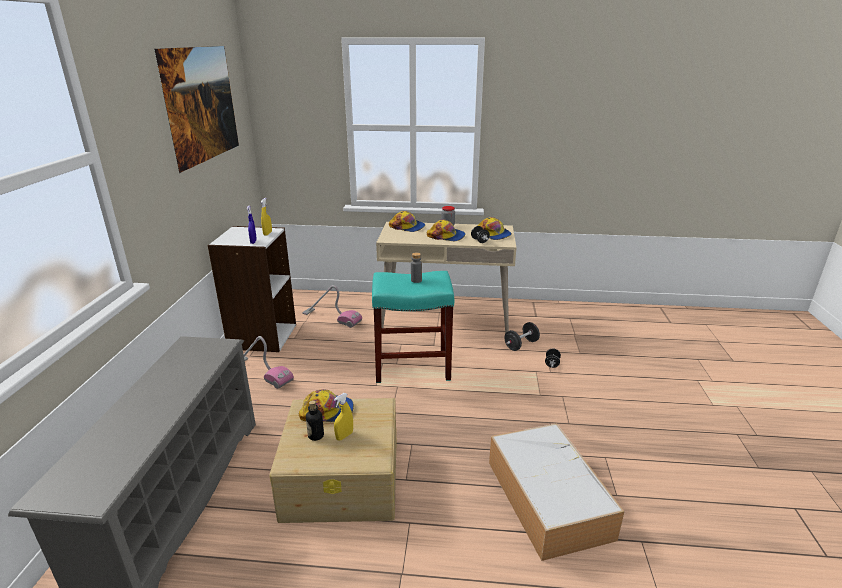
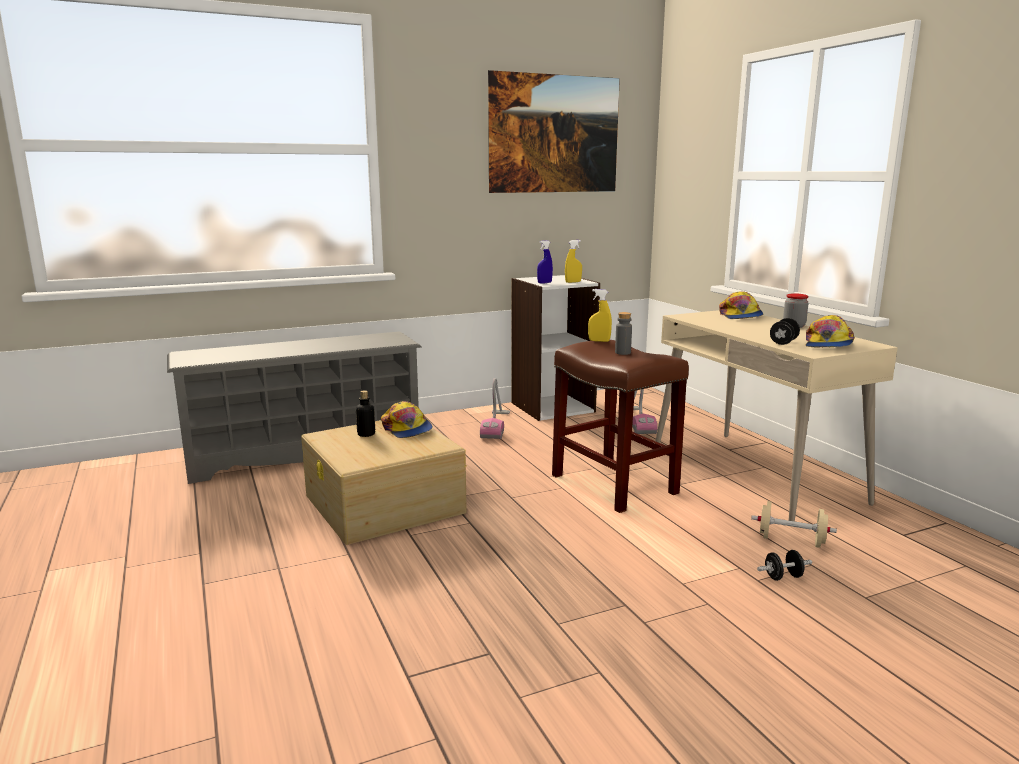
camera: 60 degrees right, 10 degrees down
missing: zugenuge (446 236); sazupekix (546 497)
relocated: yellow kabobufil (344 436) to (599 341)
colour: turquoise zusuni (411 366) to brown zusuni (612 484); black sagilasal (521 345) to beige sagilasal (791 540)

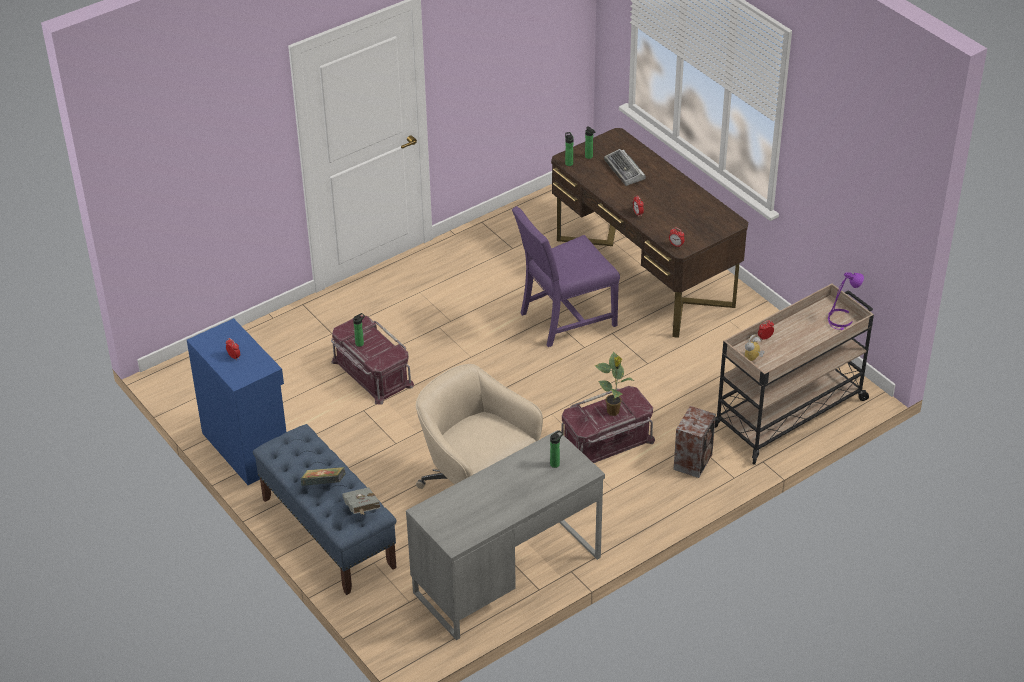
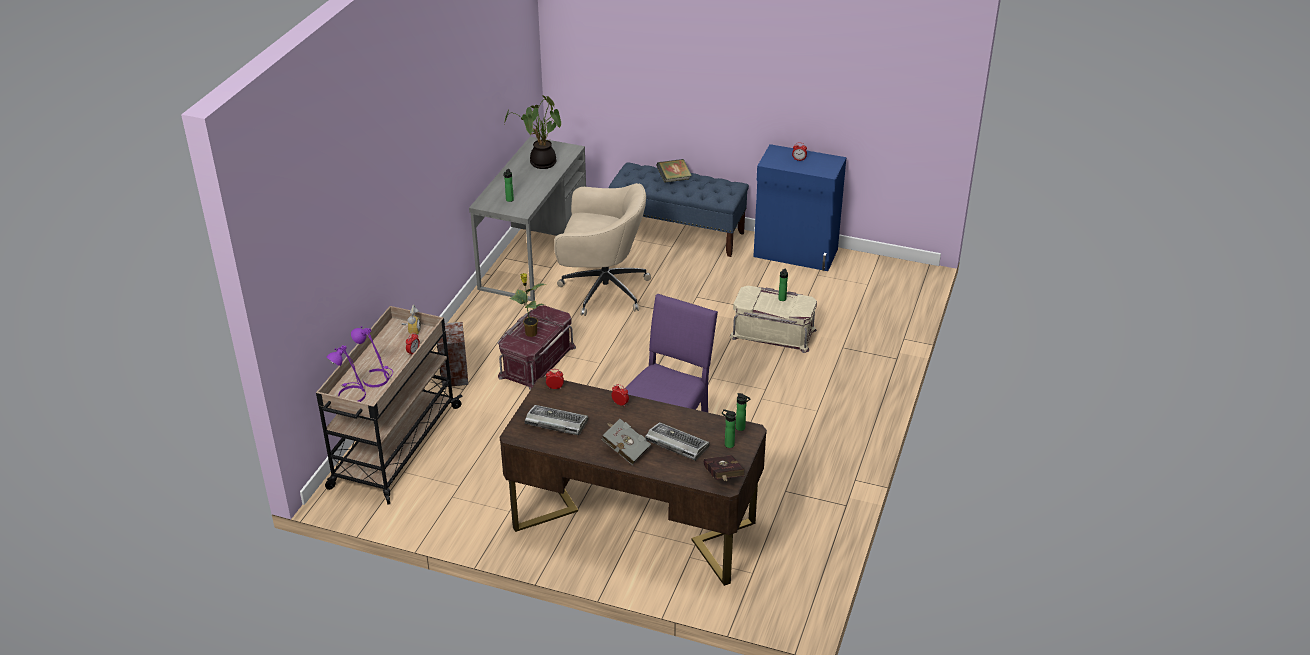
camera: 145 degrees right, 5 degrees down
appeared: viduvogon (540 163); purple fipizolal (376 377); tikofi (555 423); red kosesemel (723 478)
relocated: grey kosesemel (362 510) to (624 449)
colour: red sazupekix (371 373) to beige sazupekix (773 332)

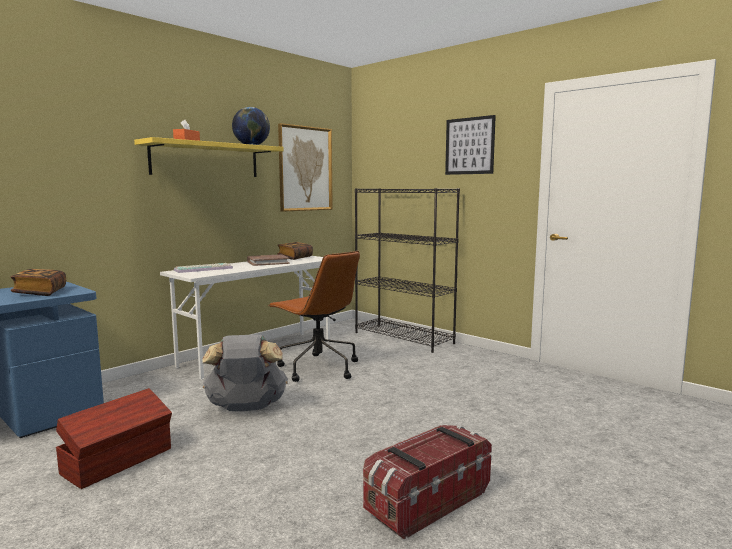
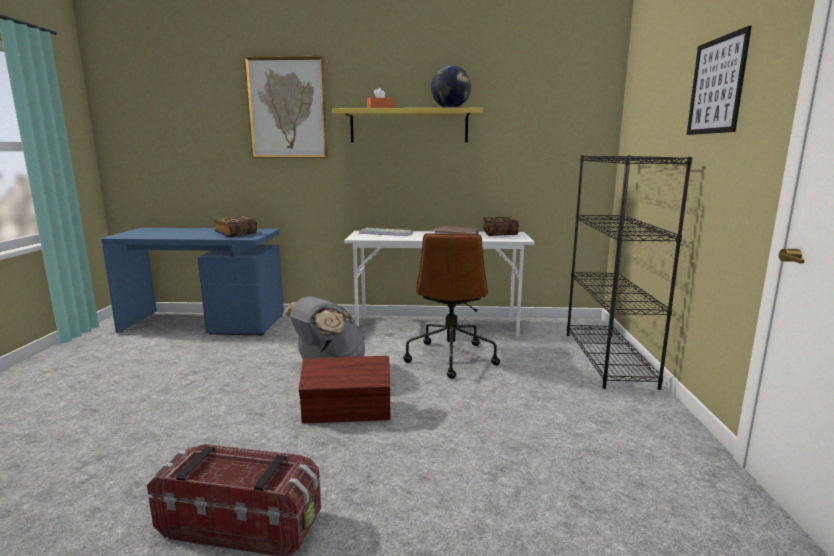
camera: 50 degrees right, 5 degrees up
relocated: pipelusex (305 169) to (287 108); brown sazupekix (119 461) to (348 412)

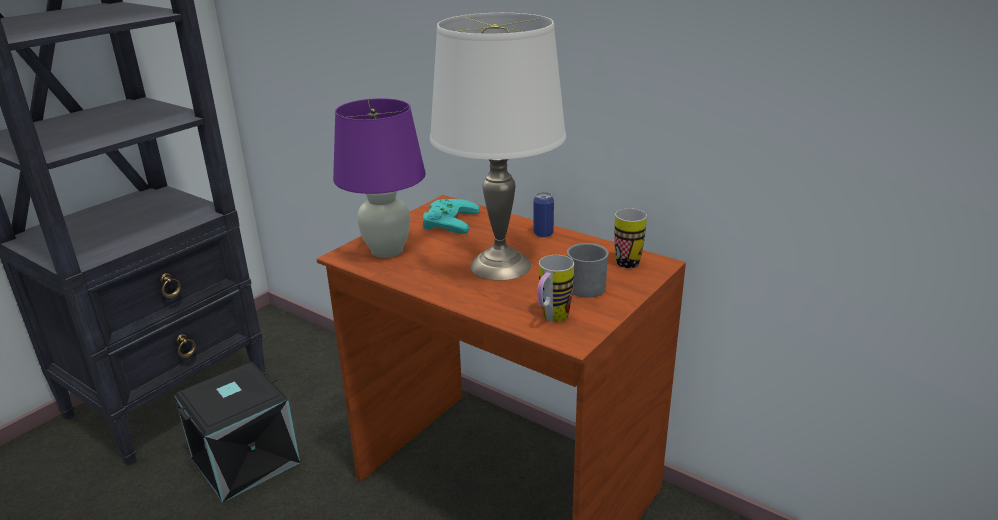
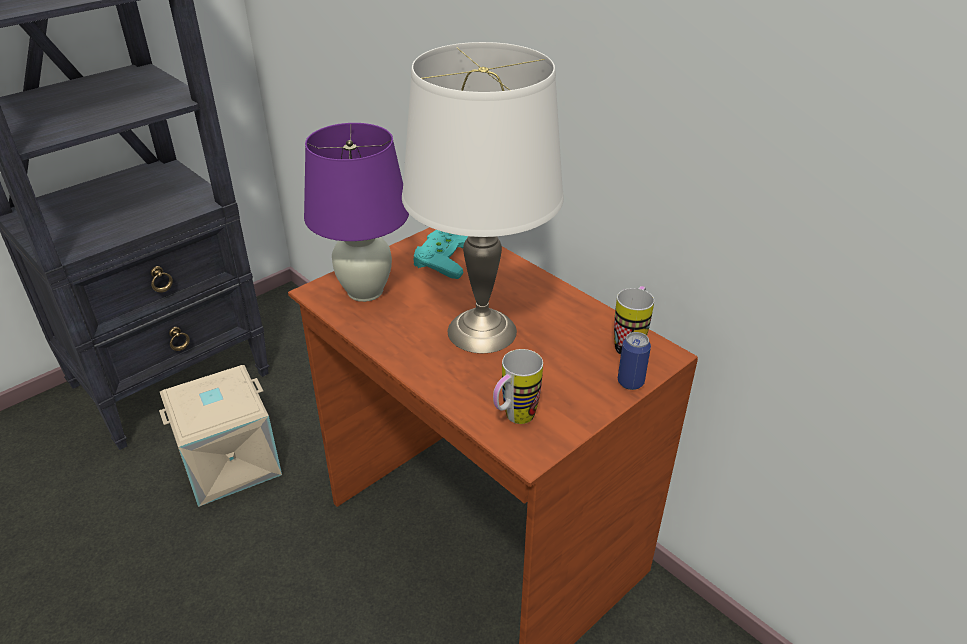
camera: 10 degrees right, 10 degrees up
missing: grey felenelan (586 284)
relocated: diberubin (543 233) to (630 382)
colour: black sazupekix (245 461) to beige sazupekix (229 464)

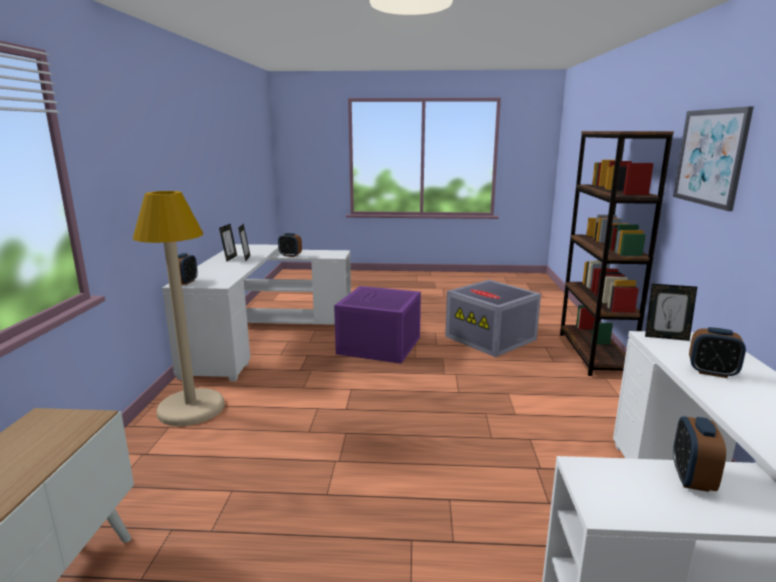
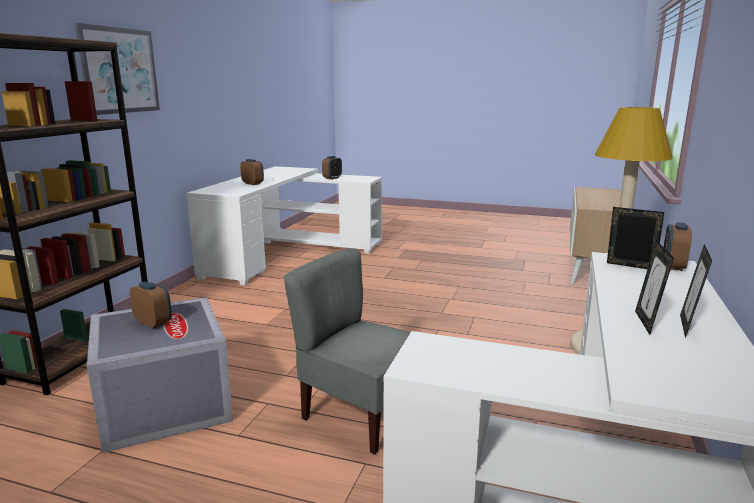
camera: 165 degrees left, 0 degrees up
relocated: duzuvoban (290 255) to (153 323); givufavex (666 337) to (630 267)
exchanged: purple sazupekix (380 346) to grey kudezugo (362 414)

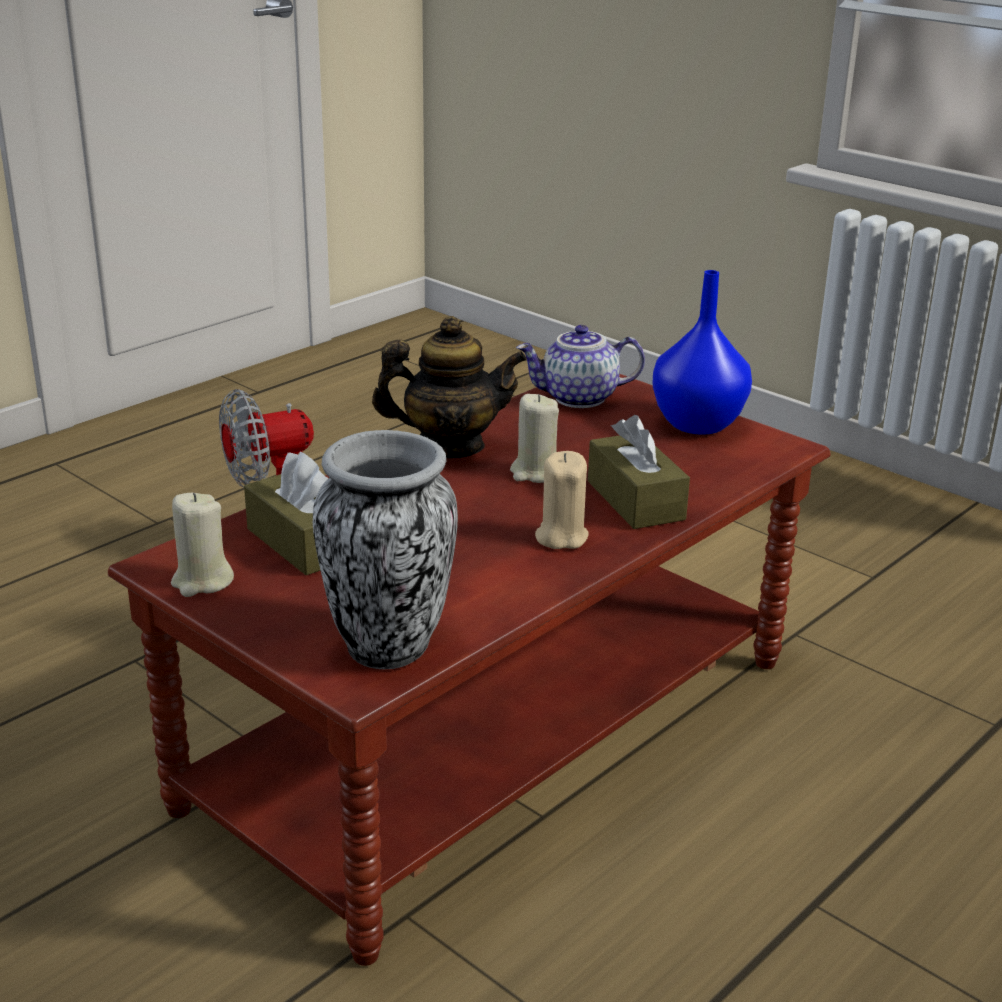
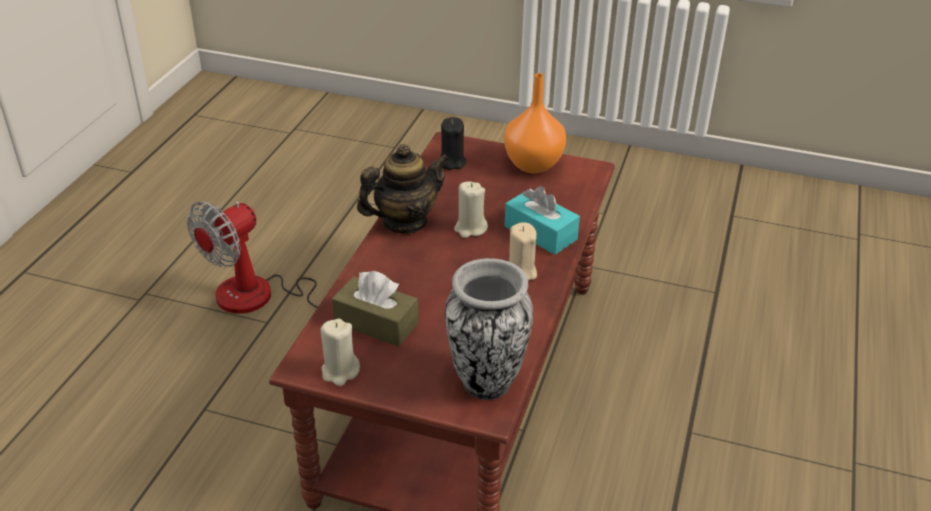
camera: 25 degrees left, 10 degrees up
exchanged: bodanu (578 398) to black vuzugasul (451 162)
colour: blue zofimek (697 425) to orange zofimek (533 165); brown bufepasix (635 500) to turquoise bufepasix (540 233)

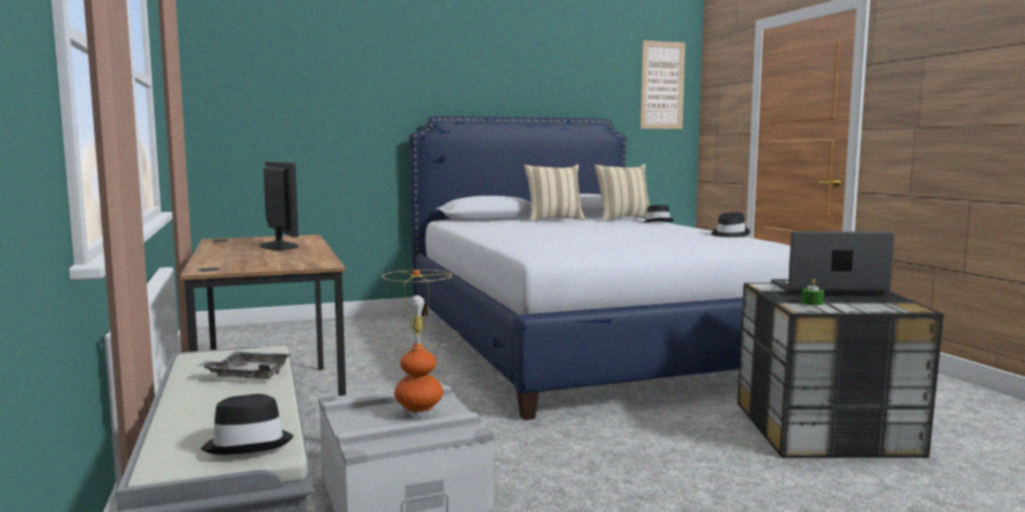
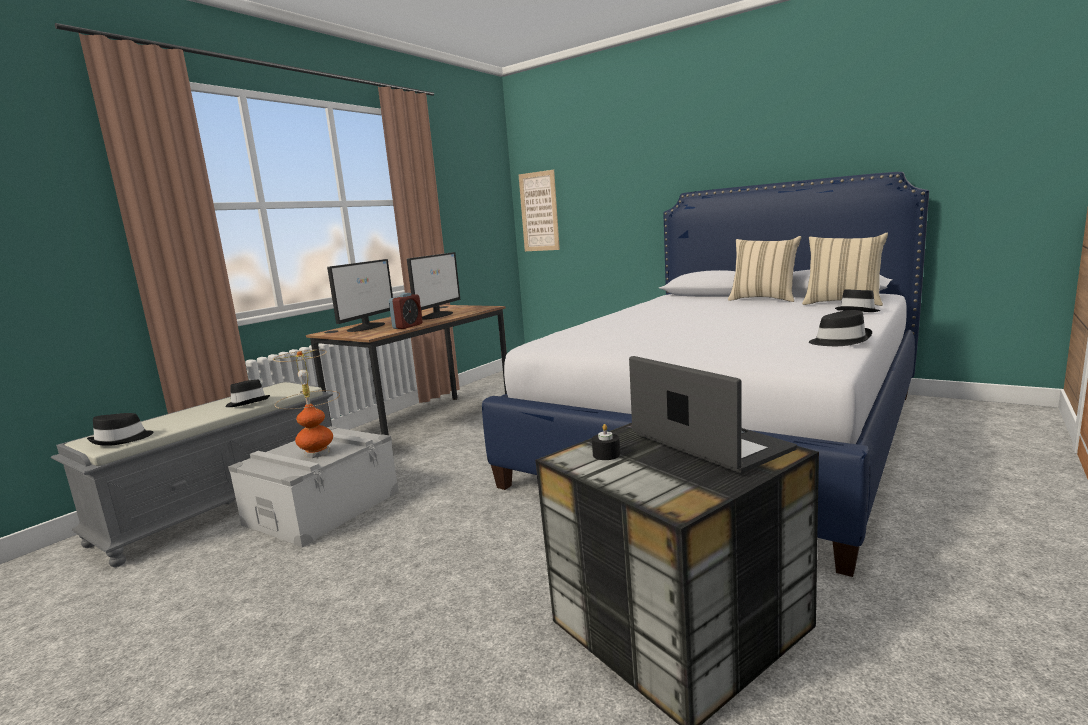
camera: 55 degrees right, 5 degrees up
appeared: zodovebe (367 327); duzuvoban (407 326)
relocated: pipelusex (662 85) to (539 211)
exchanged: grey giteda (248 375) to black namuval (248 402)
colour: green vuzugasul (812 303) to black vuzugasul (606 454)

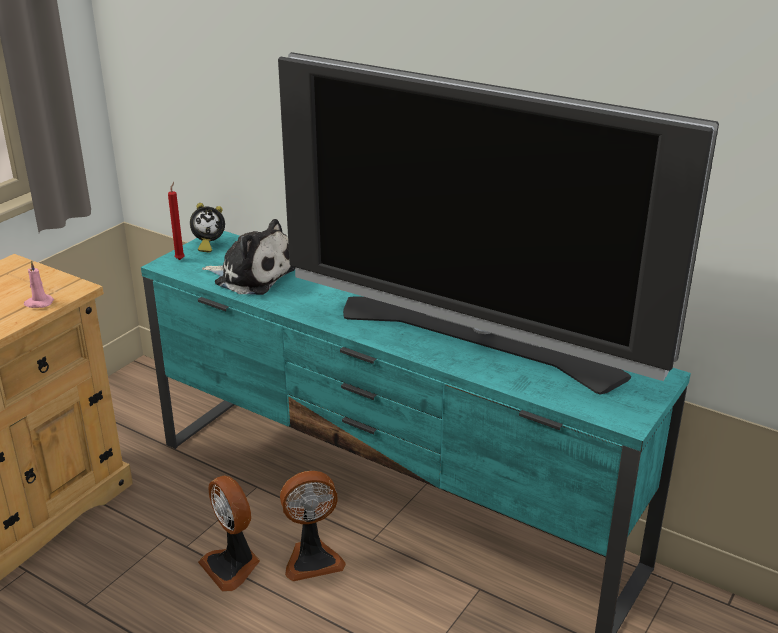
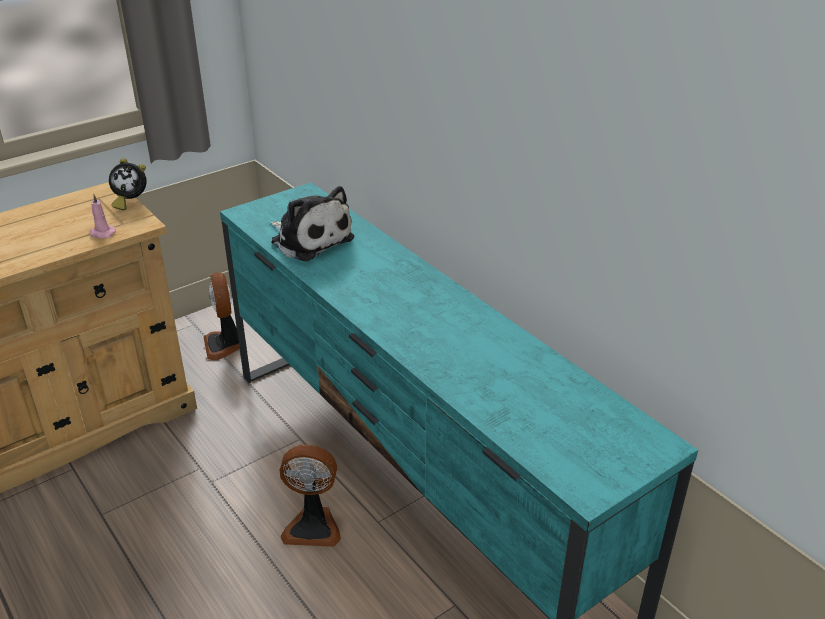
camera: 20 degrees right, 5 degrees up
missing: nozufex (477 341); red vuzugasul (180 259)
relocated: duzuvoban (208 245) to (130 202); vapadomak (232 566) to (225 345)

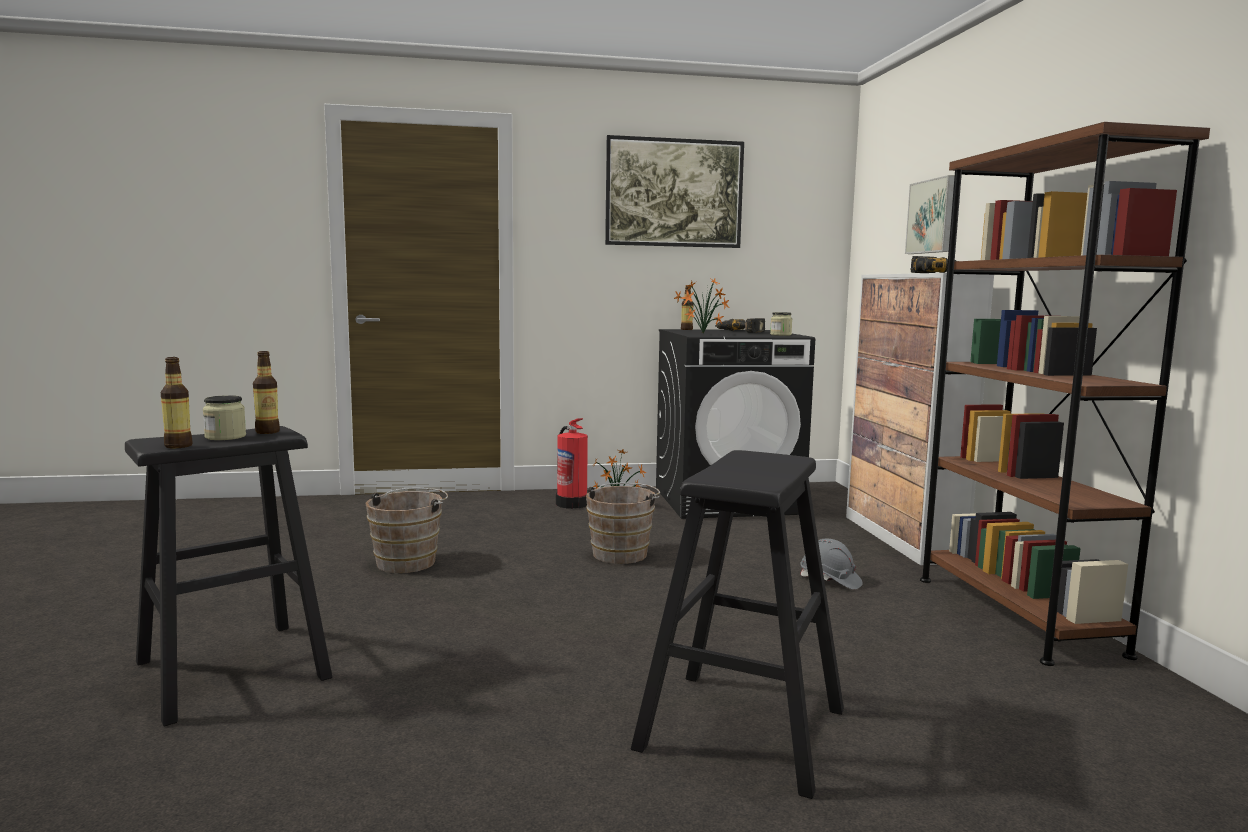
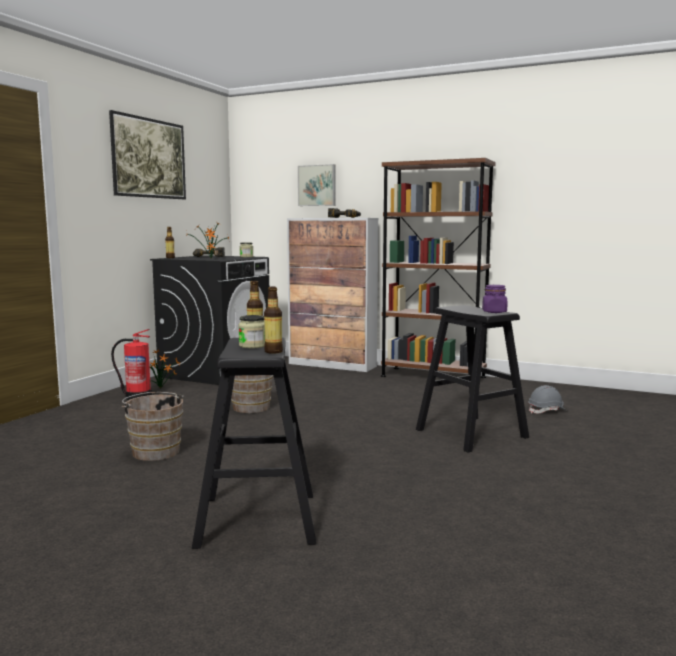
camera: 55 degrees left, 0 degrees up
appeared: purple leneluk (494 312)
relocated: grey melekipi (830 580) to (547 411)

